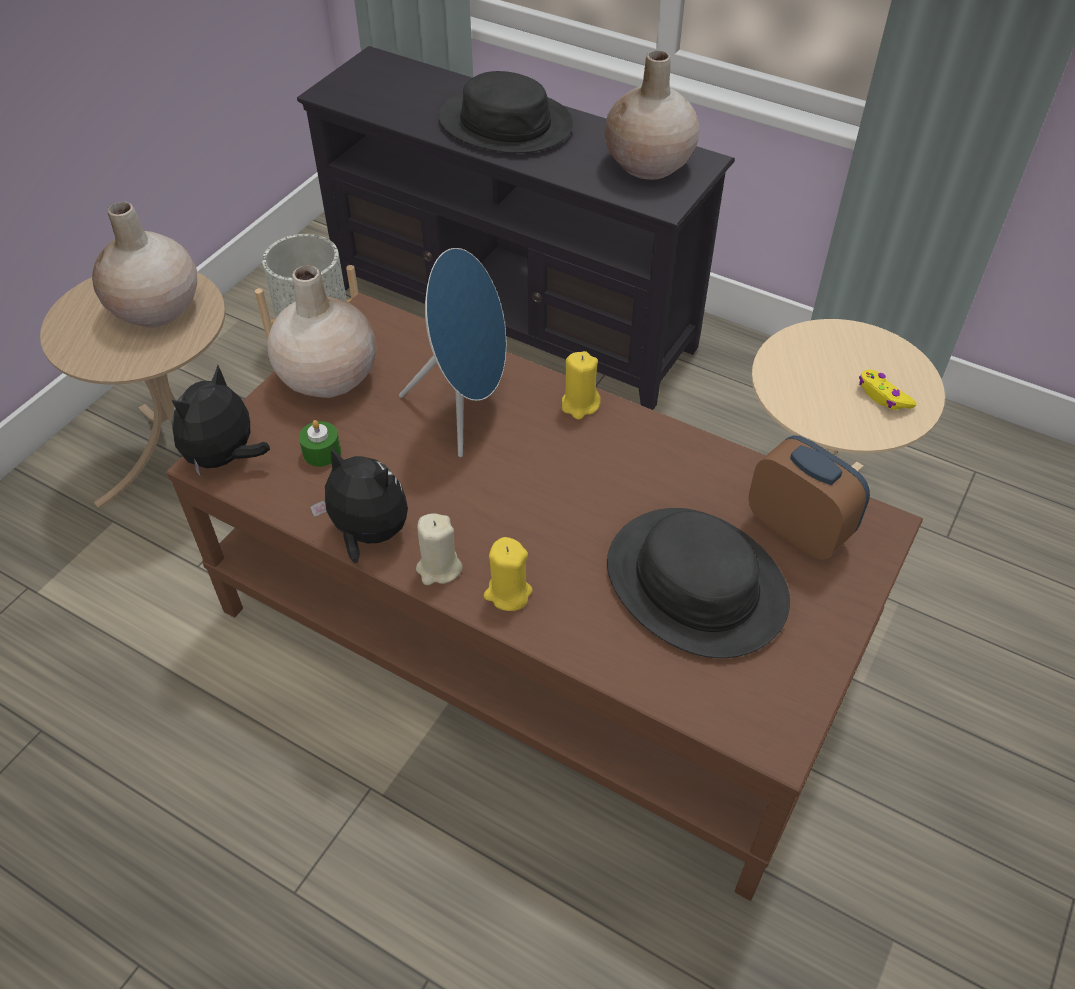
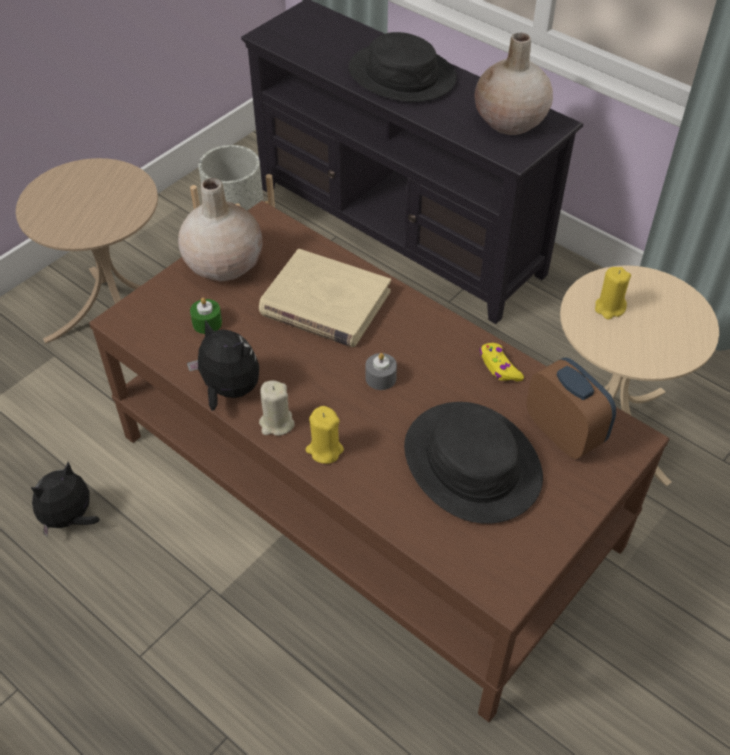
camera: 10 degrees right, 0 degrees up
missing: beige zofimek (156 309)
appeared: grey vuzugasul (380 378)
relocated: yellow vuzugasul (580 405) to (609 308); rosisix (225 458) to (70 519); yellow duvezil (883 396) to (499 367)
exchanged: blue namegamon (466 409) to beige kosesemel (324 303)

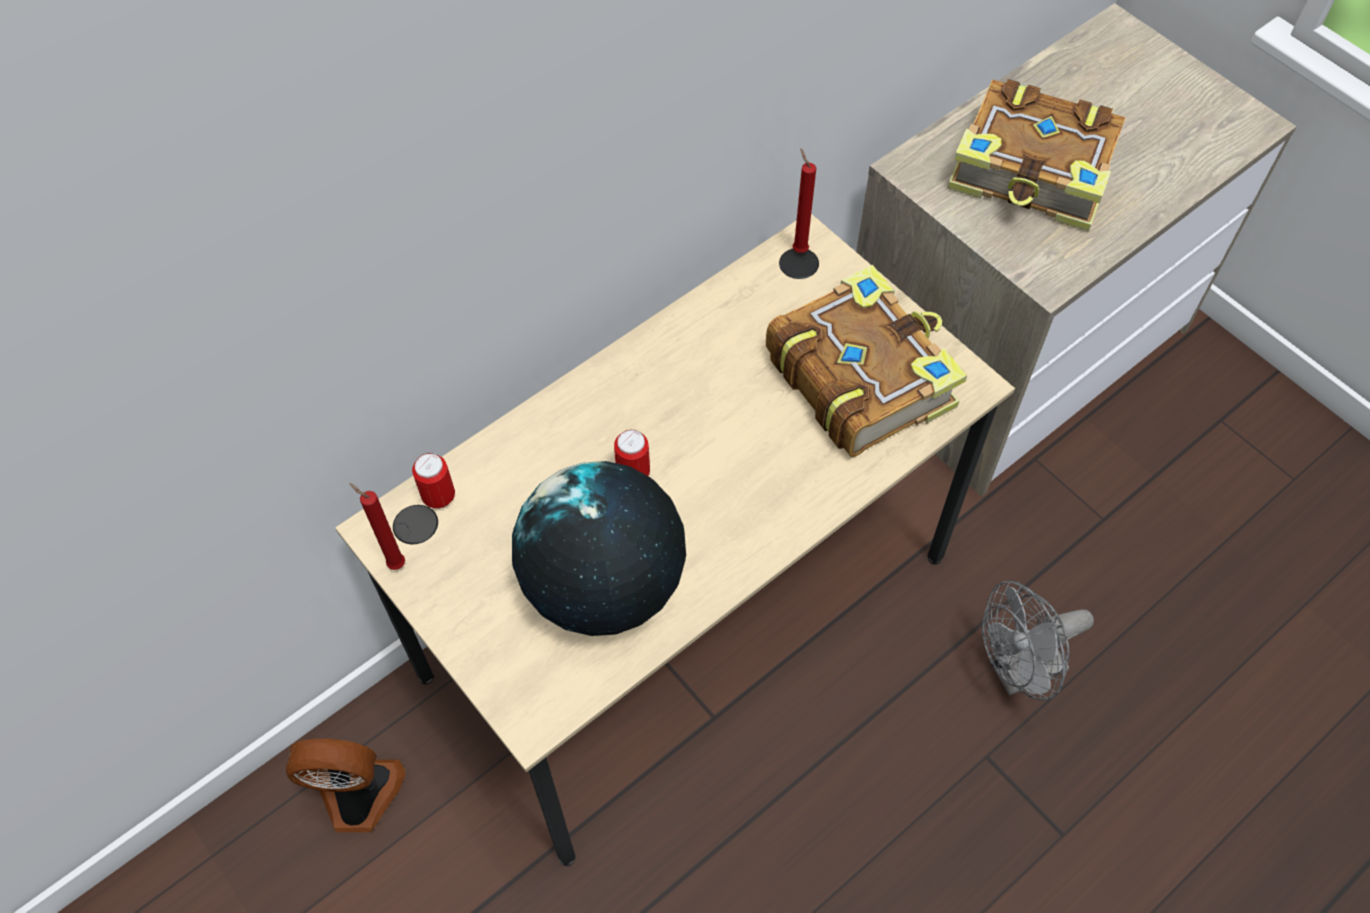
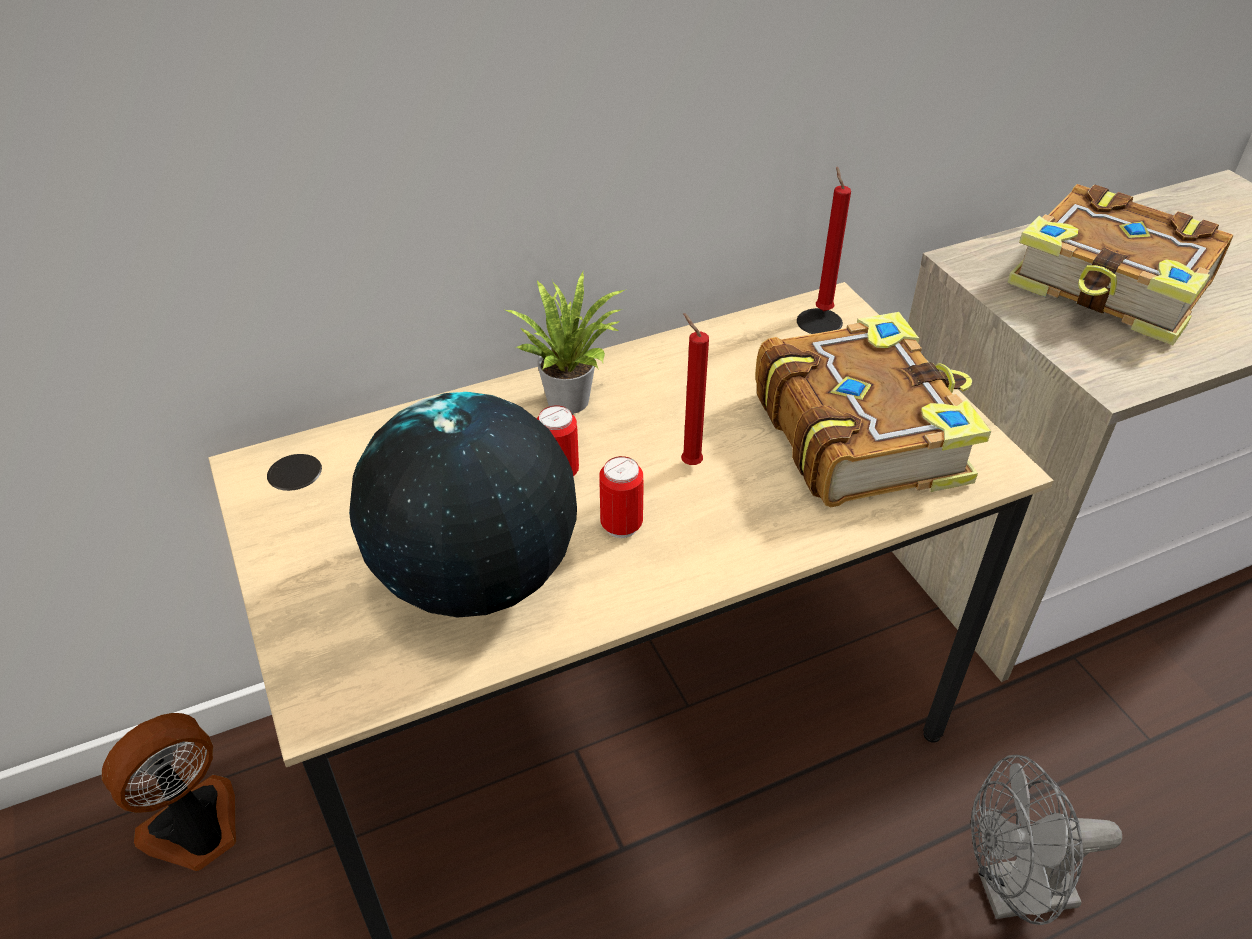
camera: 15 degrees right, 15 degrees down
appeared: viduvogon (571 397)
relocated: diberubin (439 497) to (621 526); red vuzugasul (394 563) to (688 462)
spun: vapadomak (358 796) = (196 830) 60 degrees counterclockwise

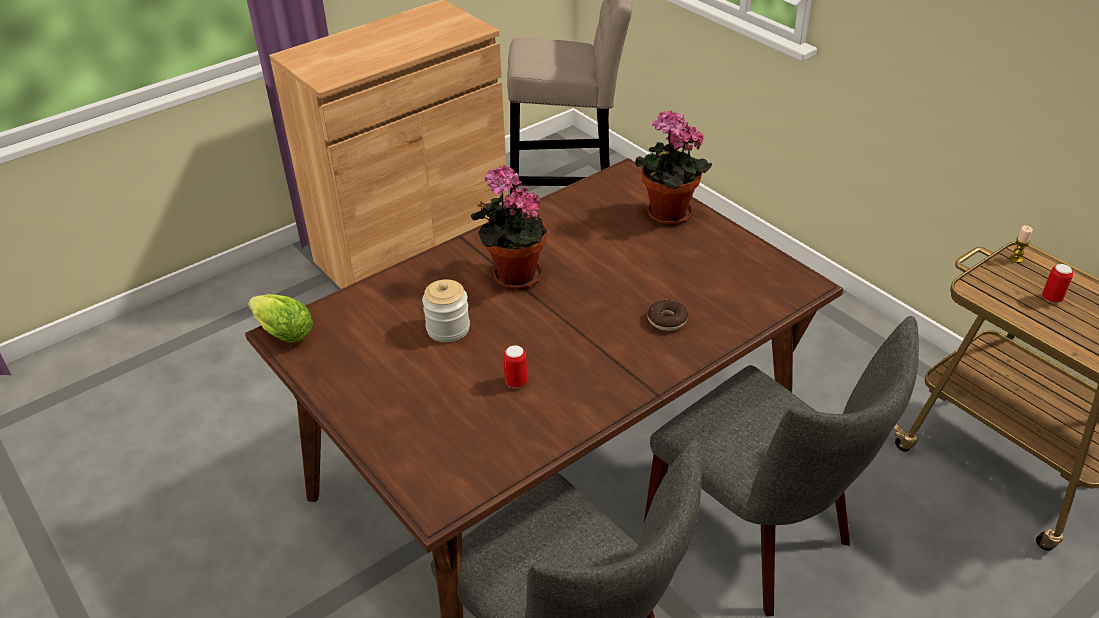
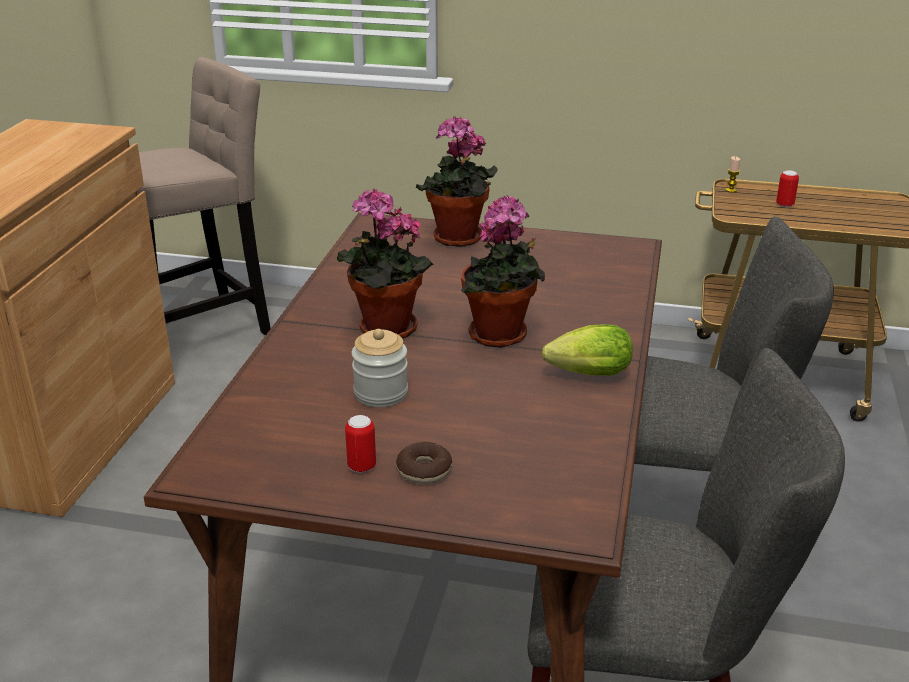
camera: 40 degrees left, 10 degrees down
appeared: viduvogon (501 337)
relocated: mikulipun (281 332) to (585 374); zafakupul (667 320) to (424 470); diberubin (516 382) to (362 466)

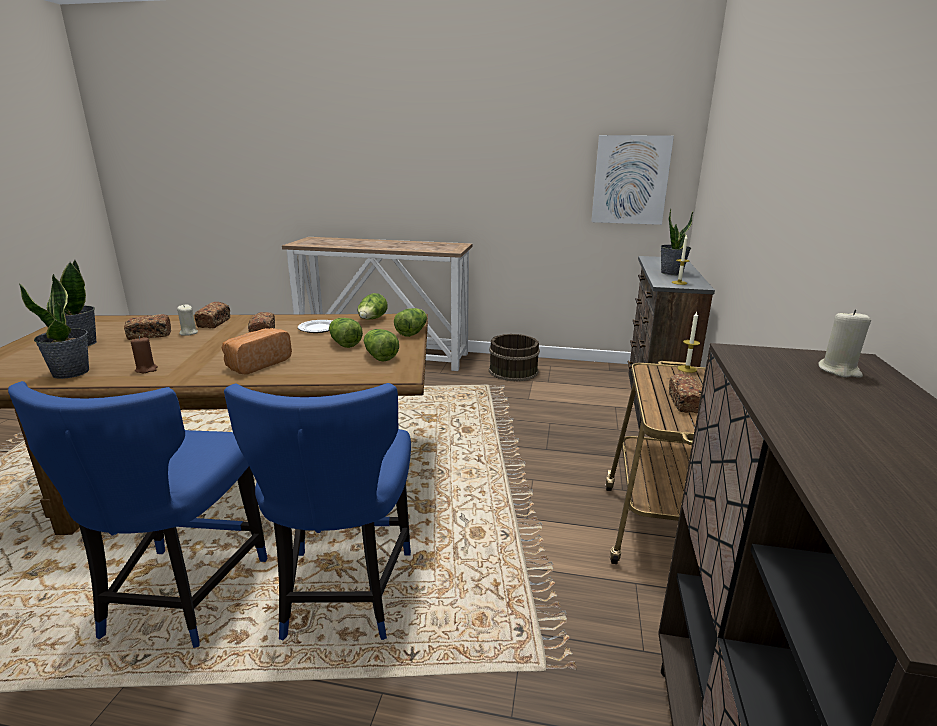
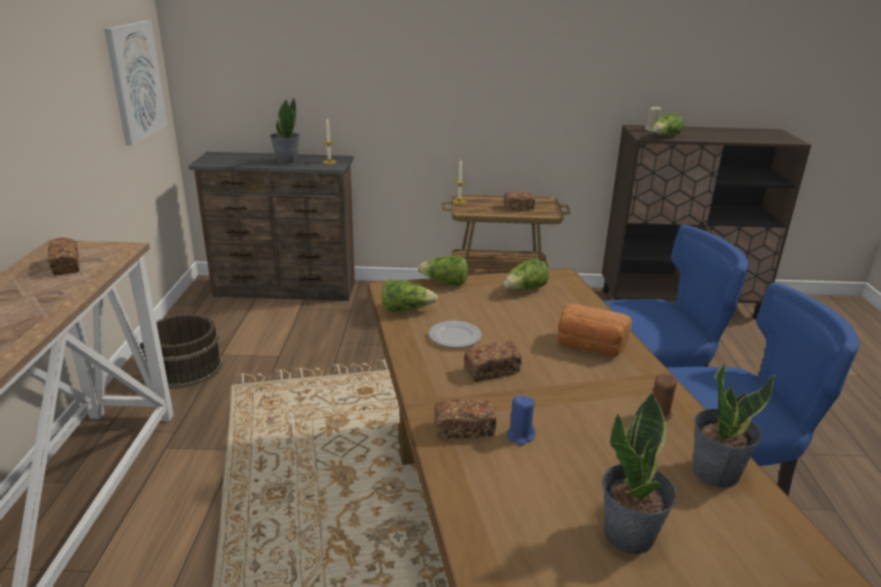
camera: 100 degrees left, 5 degrees up
relocated: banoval (149 335) to (66 266); mikulipun (344 343) to (664 137)
colour: beige vuzugasul (188 333) to blue vuzugasul (520 436)

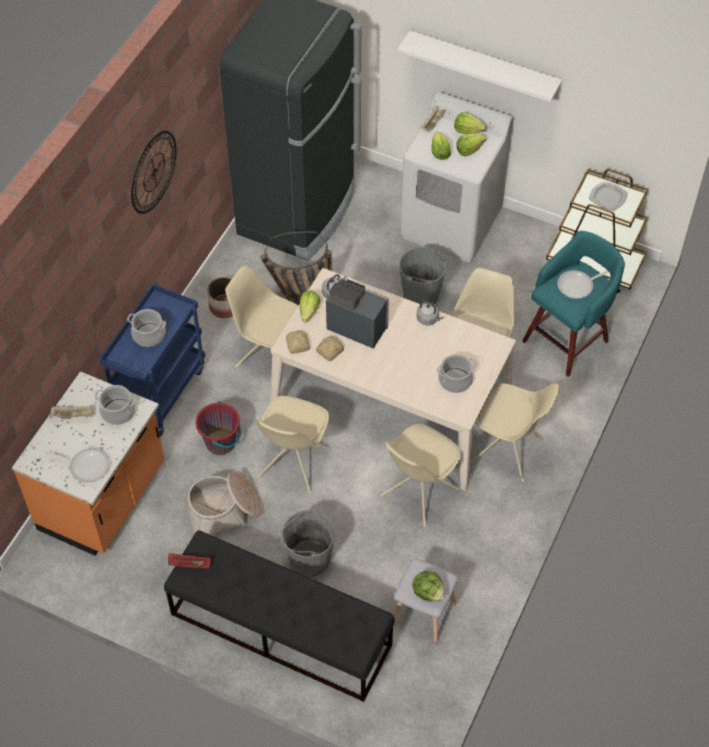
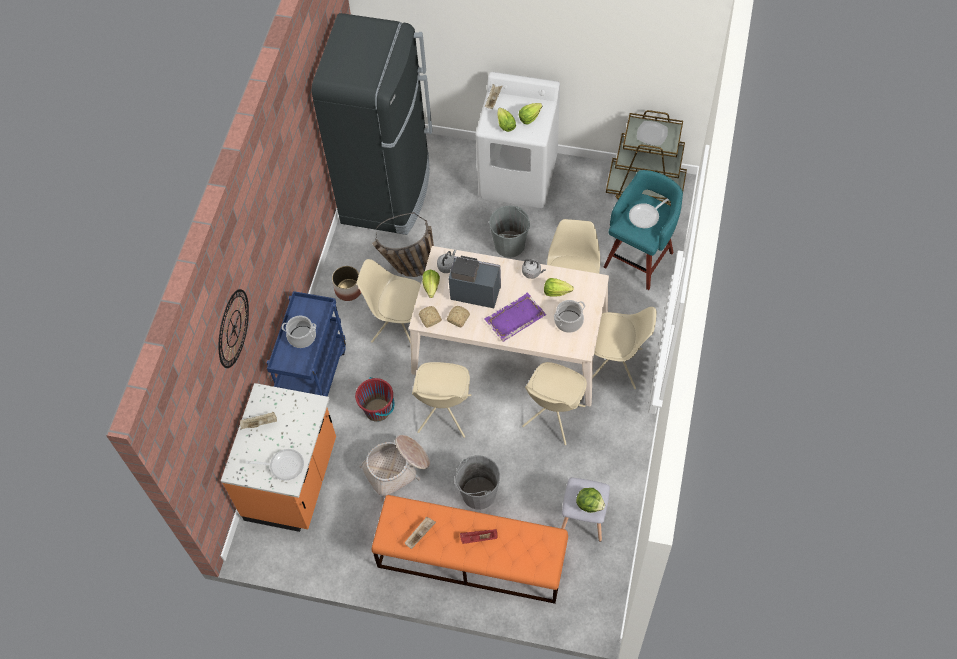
camera: 10 degrees left, 5 degrees up
missing: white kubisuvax (483 66); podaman (118 412)
appeared: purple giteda (514 318); beige giteda (420 534)
relocated: mikulipun (468 130) to (556 292); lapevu (153 172) to (233 328); red giteda (189 565) to (478 538)
colour: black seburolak (280 629) to orange seburolak (471 559)

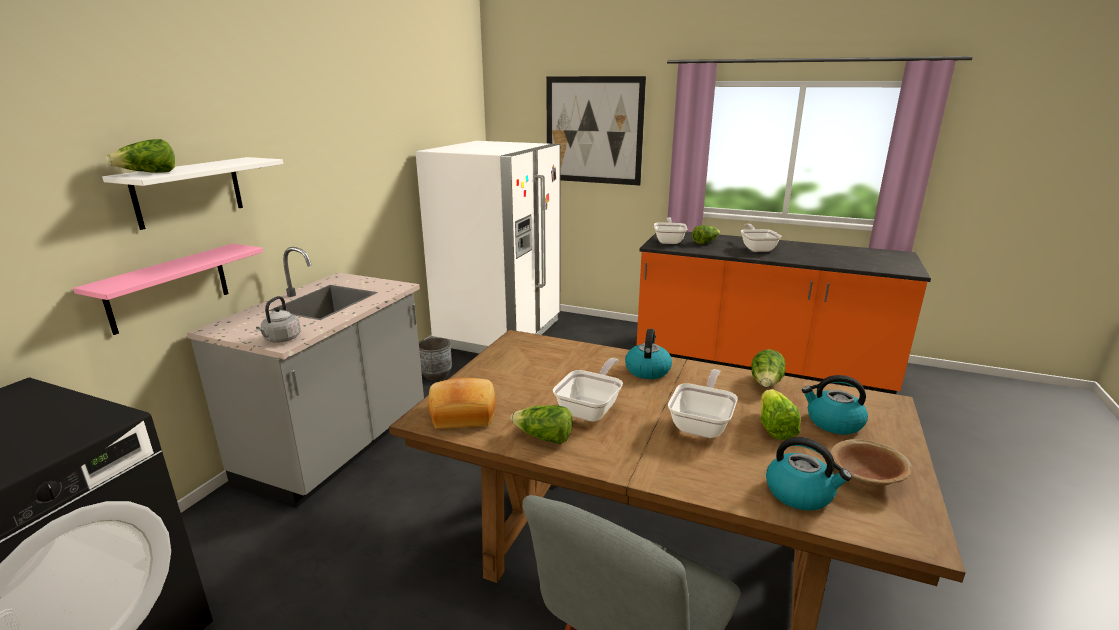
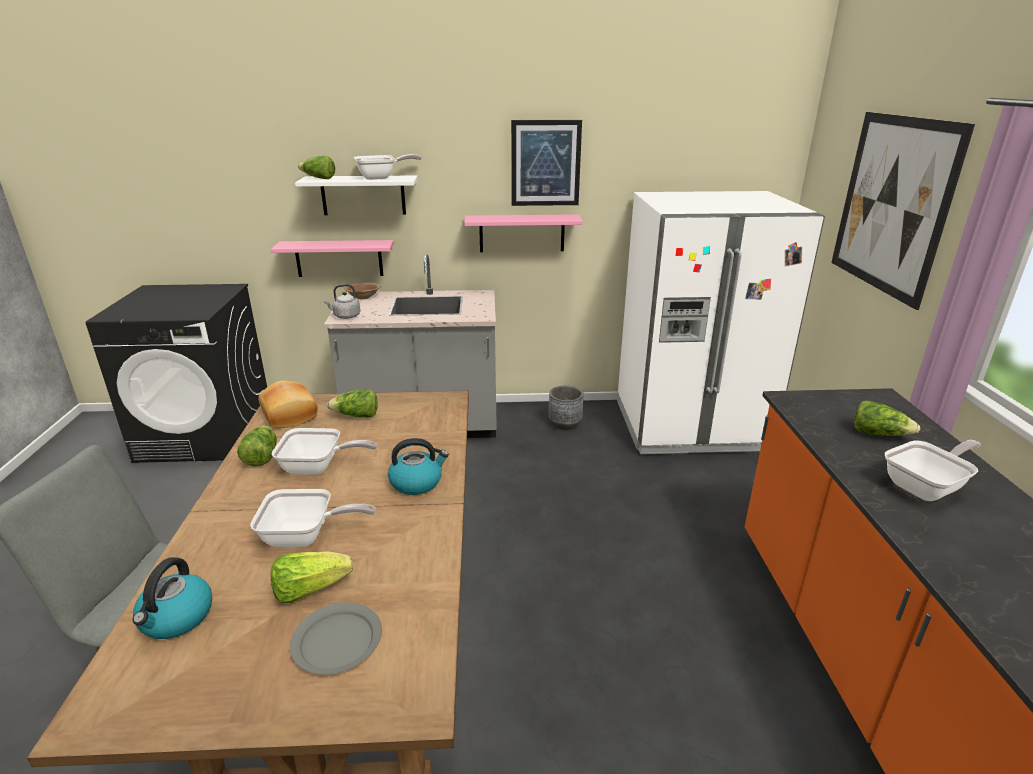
camera: 65 degrees right, 5 degrees up
appeared: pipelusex (545 163); pink kubisuvax (522 233)
relocated: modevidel (669 241) to (381 178); mikulipun (766 383) to (356 416); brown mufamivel (865 477) to (363 297)
exchanged: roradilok (833 422) to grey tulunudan (336 641)

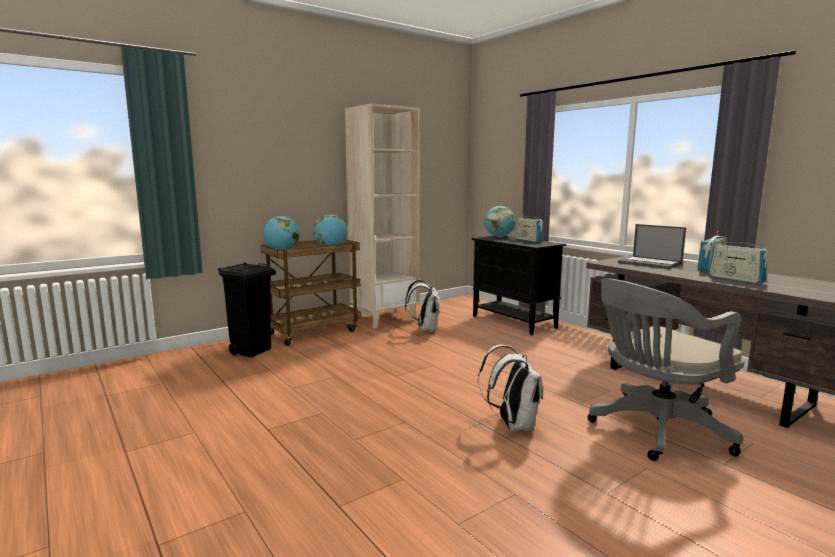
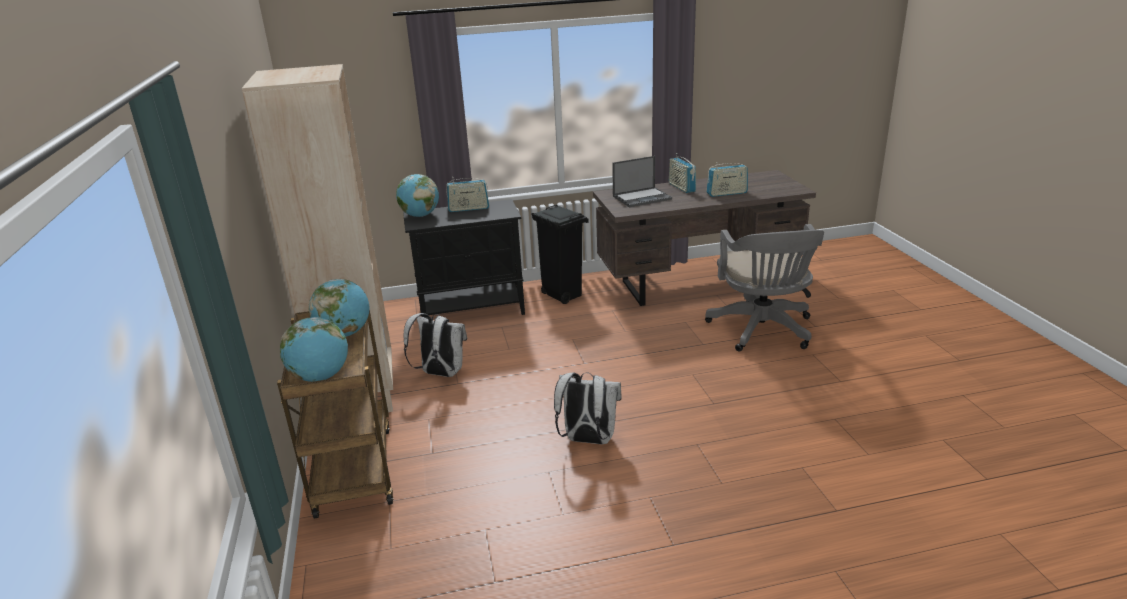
camera: 65 degrees left, 15 degrees up
relocated: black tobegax (252 351) to (562 295); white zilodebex (513 425) to (587 440)

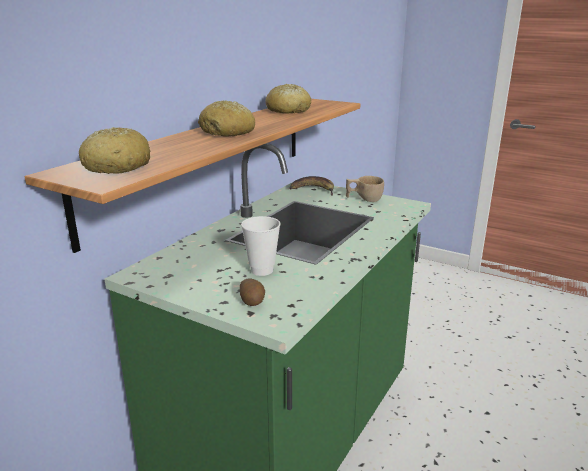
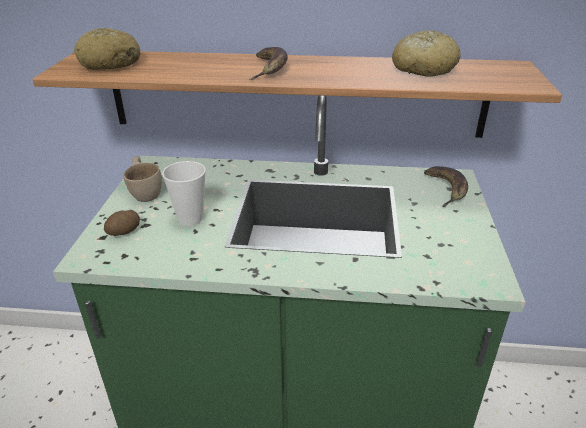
camera: 65 degrees right, 10 degrees up
relocated: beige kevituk (364 199) to (146 192)
exchanged: banoval (228 132) to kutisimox (269 68)

